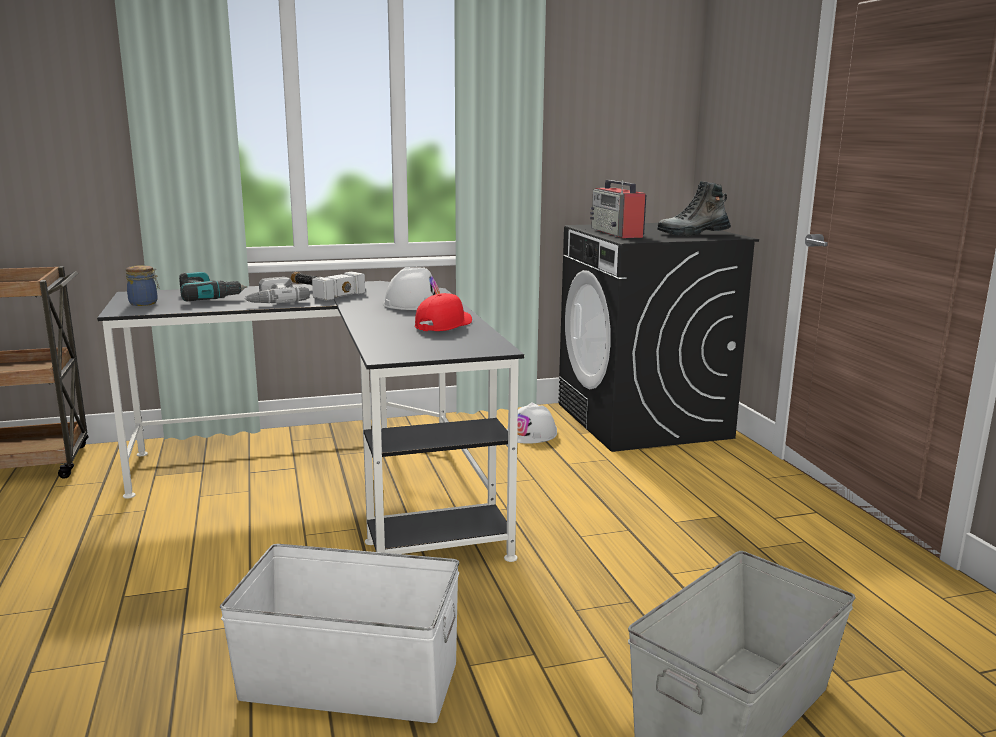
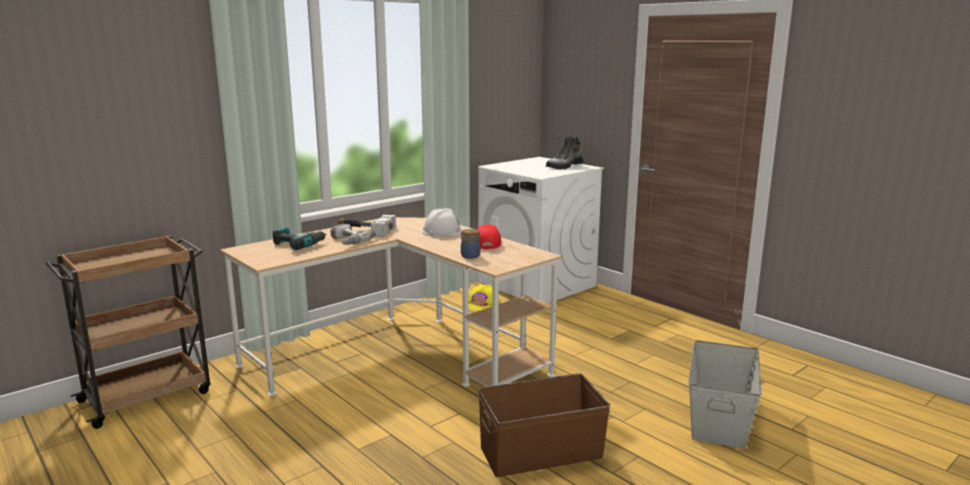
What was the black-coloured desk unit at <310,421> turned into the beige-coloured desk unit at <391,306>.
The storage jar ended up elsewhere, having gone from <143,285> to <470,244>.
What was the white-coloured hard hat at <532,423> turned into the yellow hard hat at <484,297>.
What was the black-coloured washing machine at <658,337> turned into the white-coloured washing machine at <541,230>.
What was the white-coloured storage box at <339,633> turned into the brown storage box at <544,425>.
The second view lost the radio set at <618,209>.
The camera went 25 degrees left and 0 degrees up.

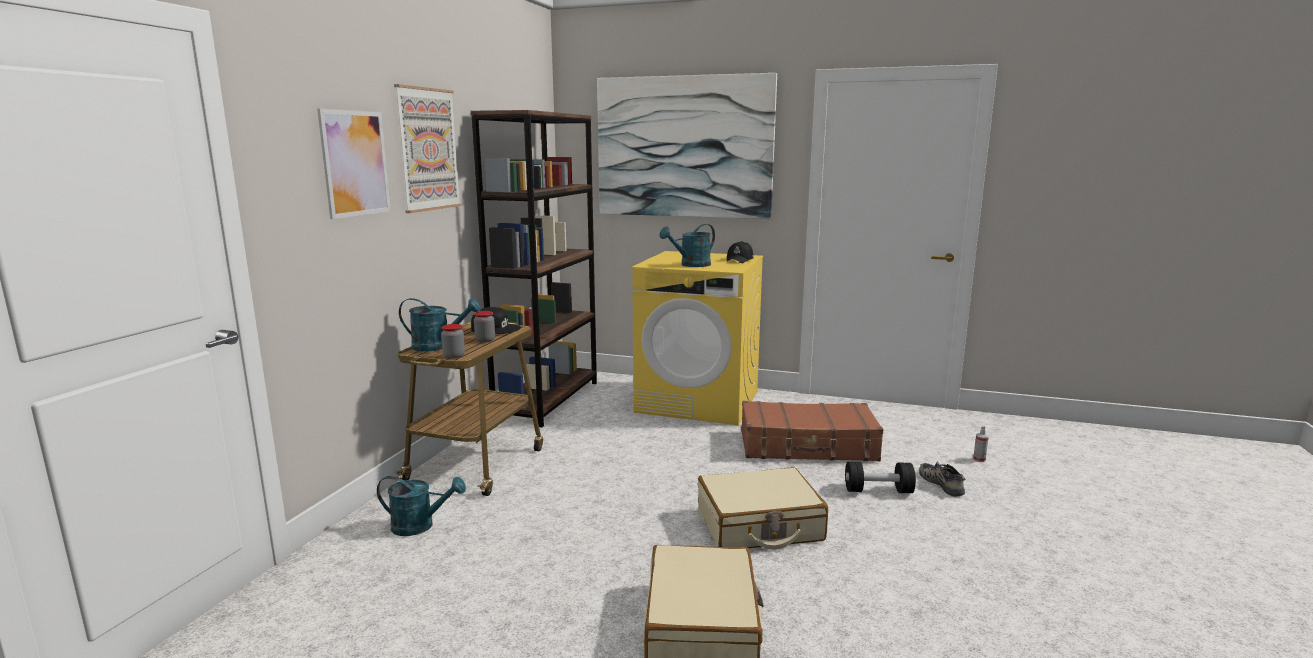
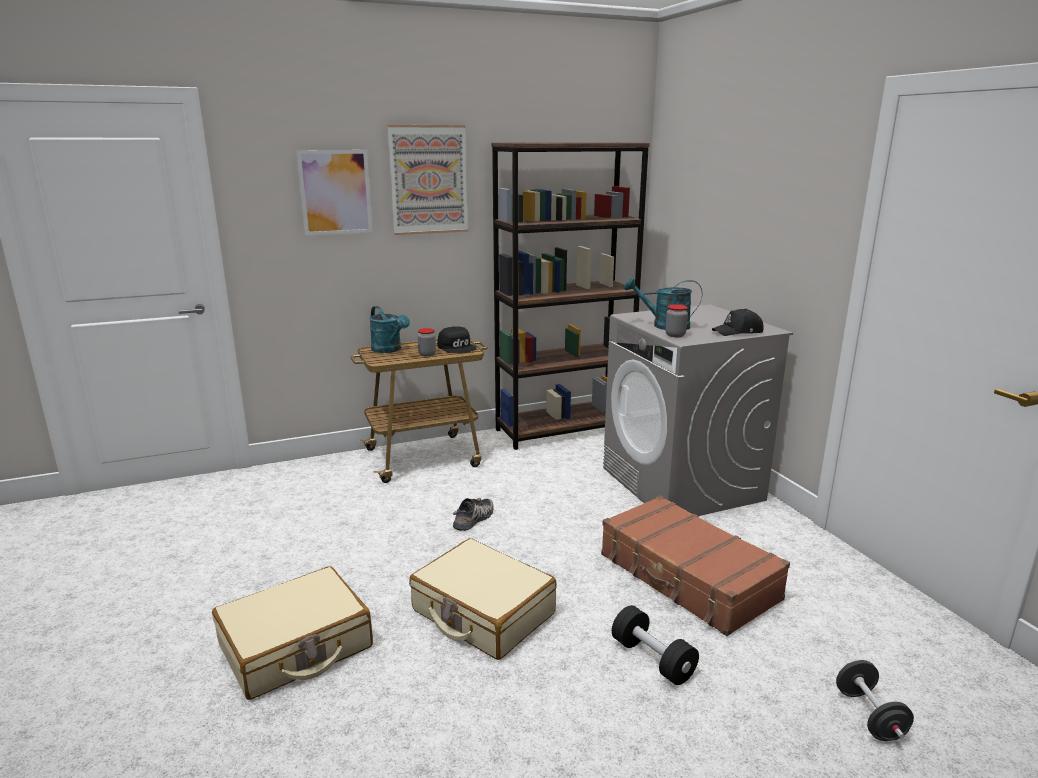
The shoe ended up elsewhere, having gone from <942,479> to <473,514>.
What was the yellow washing machine at <697,338> turned into the gray washing machine at <698,410>.
The storage jar ended up elsewhere, having gone from <453,341> to <676,320>.
Where the spray bottle stood at <981,443>, the black-coloured hand weight came to stand at <875,700>.
The second view lost the turquoise watering can at <421,506>.
The second view lost the wall art at <687,146>.
The camera went 50 degrees right and 5 degrees up.

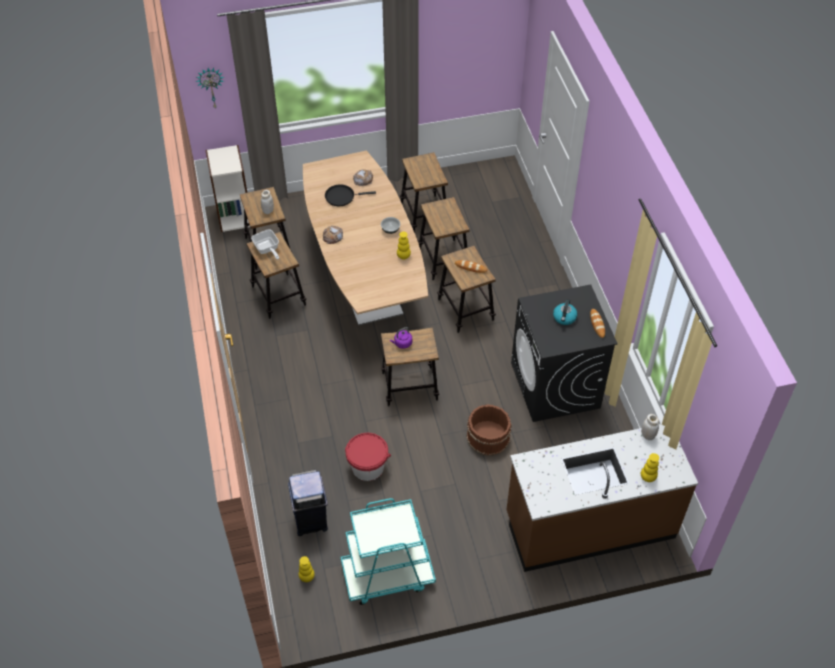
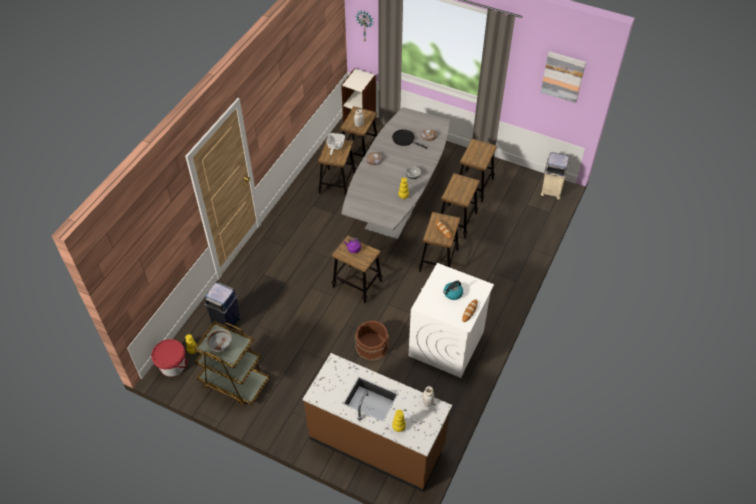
The red water bucket ended up elsewhere, having gone from <368,457> to <169,358>.
What was the turquoise trolley at <388,551> turned into the brown trolley at <232,363>.
The second view gained the gray deep dish at <219,340>.
What was the brown dining table at <365,238> turned into the gray dining table at <395,173>.
What was the black-coloured washing machine at <564,353> turned into the white-coloured washing machine at <451,320>.
The second view gained the wall art at <563,77>.
The second view gained the beige-coloured waste bin at <555,175>.
The camera went 40 degrees right and 0 degrees up.

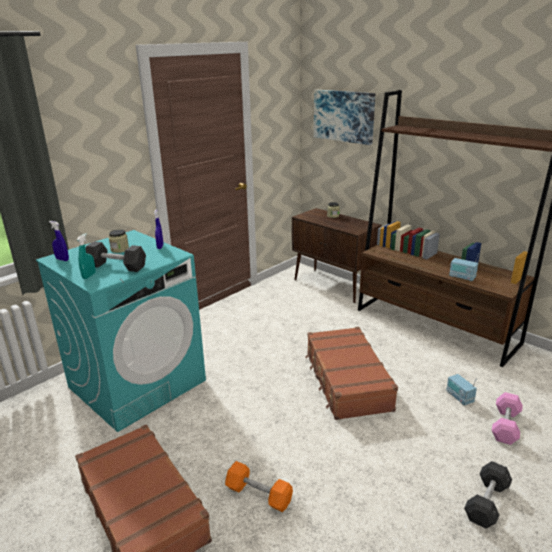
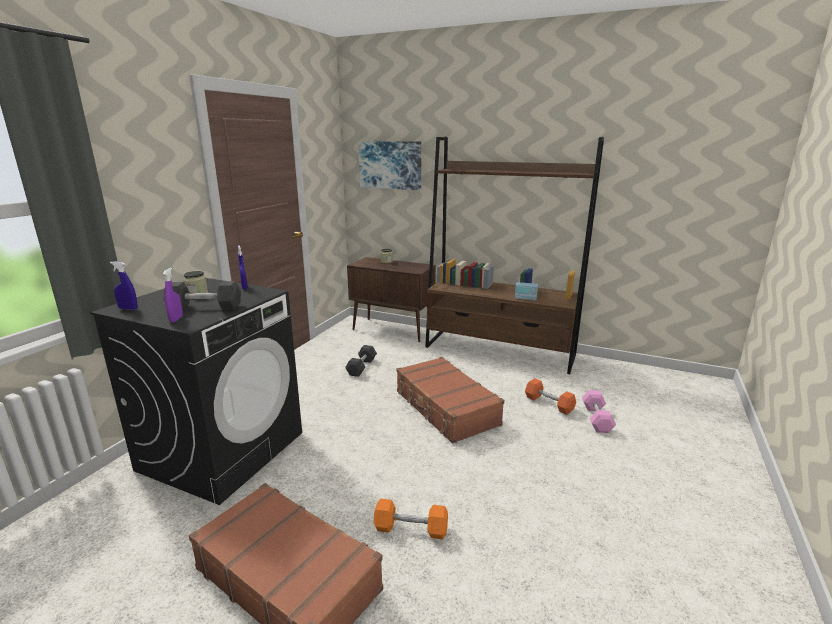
What was the turquoise washing machine at <121,331> turned into the black-coloured washing machine at <196,391>.
What was the turquoise spray bottle at <86,256> turned into the purple spray bottle at <173,295>.
The gray hand weight ended up elsewhere, having gone from <488,495> to <361,361>.
Where the radio set stood at <461,390>, the orange hand weight came to stand at <550,396>.
The camera went 20 degrees left and 5 degrees down.

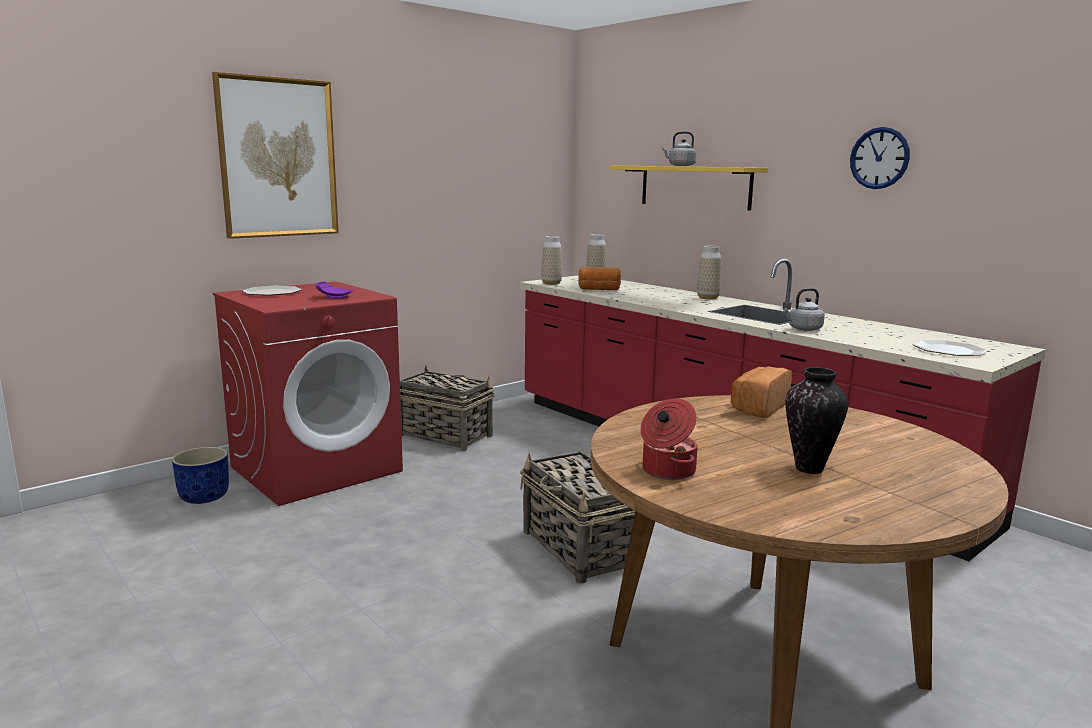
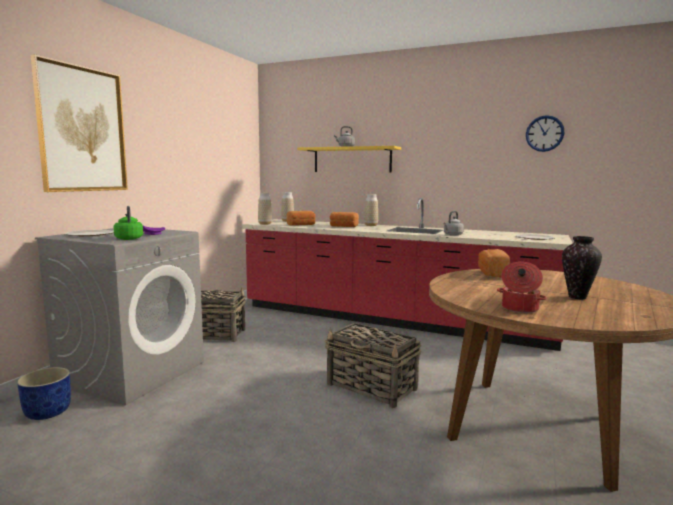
What was the red washing machine at <308,393> turned into the gray washing machine at <119,317>.
The second view gained the green tea kettle at <128,223>.
The second view gained the baked bread at <344,219>.
The hanging clock ended up elsewhere, having gone from <880,158> to <545,133>.
The camera went 25 degrees left and 5 degrees down.

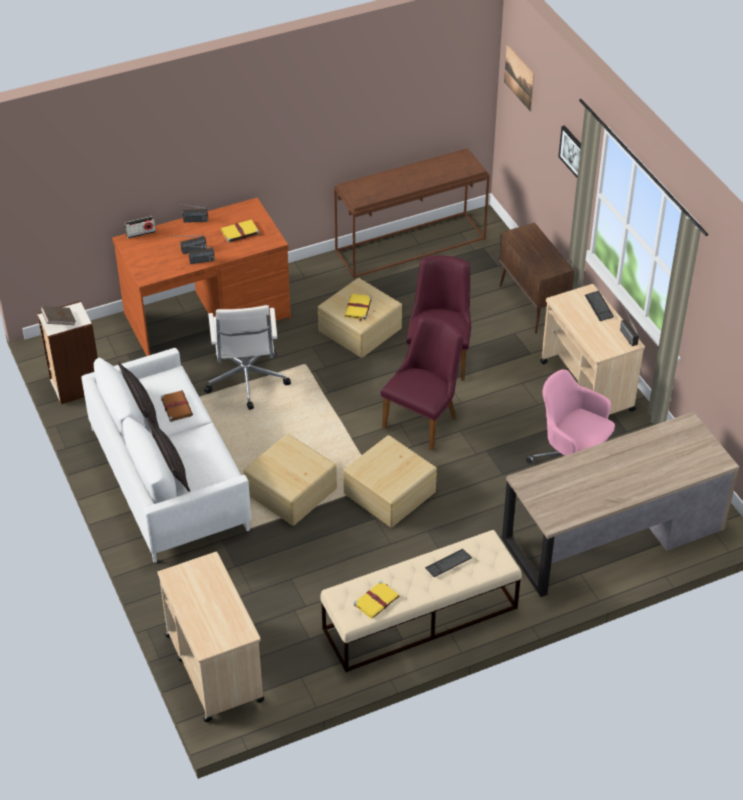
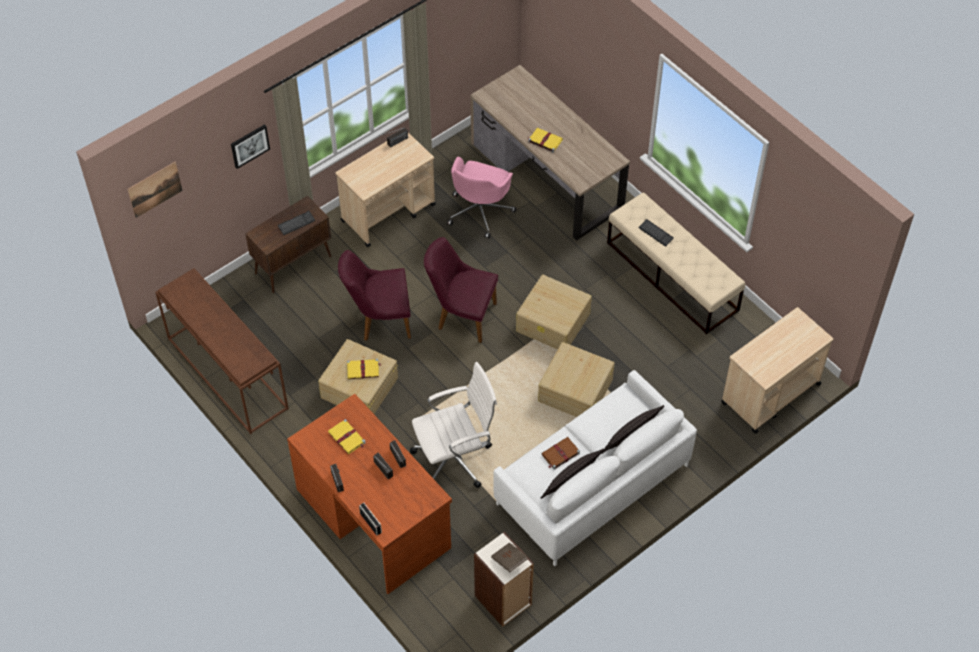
The PC keyboard ended up elsewhere, having gone from <599,306> to <297,223>.
The yellow bound book ended up elsewhere, having gone from <376,600> to <545,140>.
The camera went 105 degrees left and 10 degrees up.

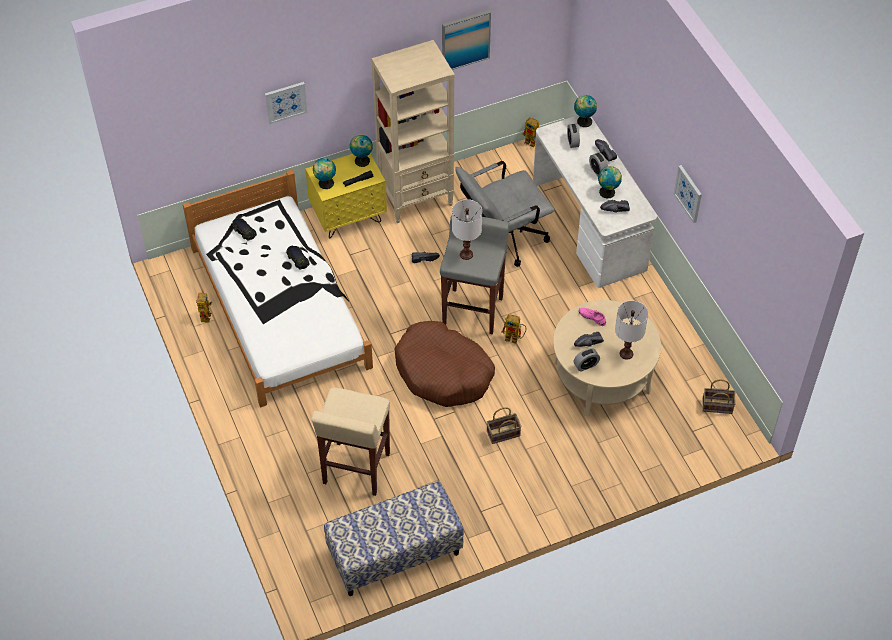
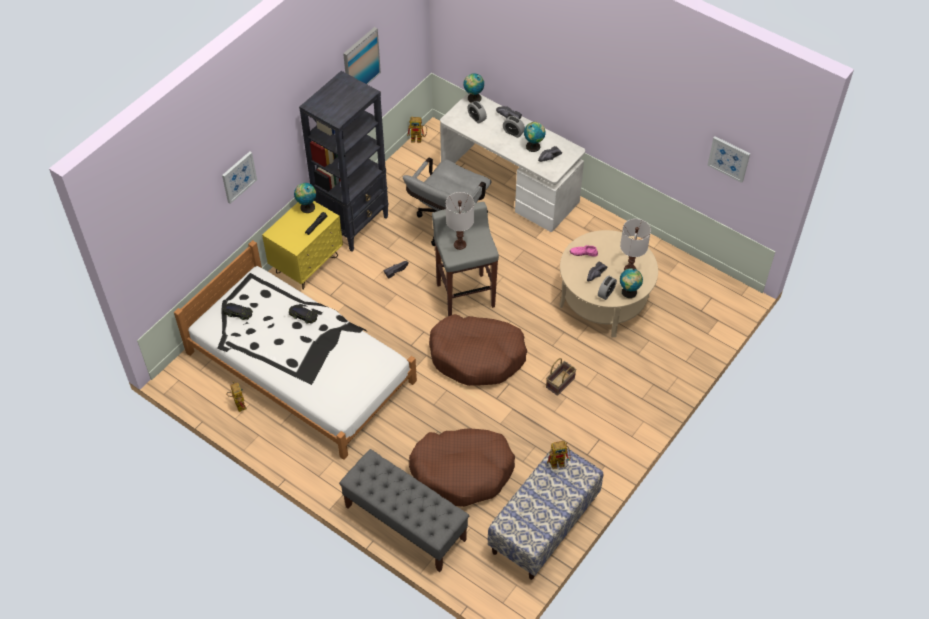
What was the beige-coloured bookcase at <413,131> turned into the black-coloured bookcase at <344,161>.
The second view gained the gray indoor bench at <404,510>.
Where the beige-coloured stool stood at <350,441>, the brown dog cushion came to stand at <462,467>.
The robot figure ended up elsewhere, having gone from <513,329> to <559,455>.
The globe ended up elsewhere, having gone from <324,173> to <631,283>.
The wall art ended up elsewhere, having gone from <688,194> to <728,159>.
The second view lost the basket at <719,396>.
The camera went 30 degrees left and 0 degrees up.

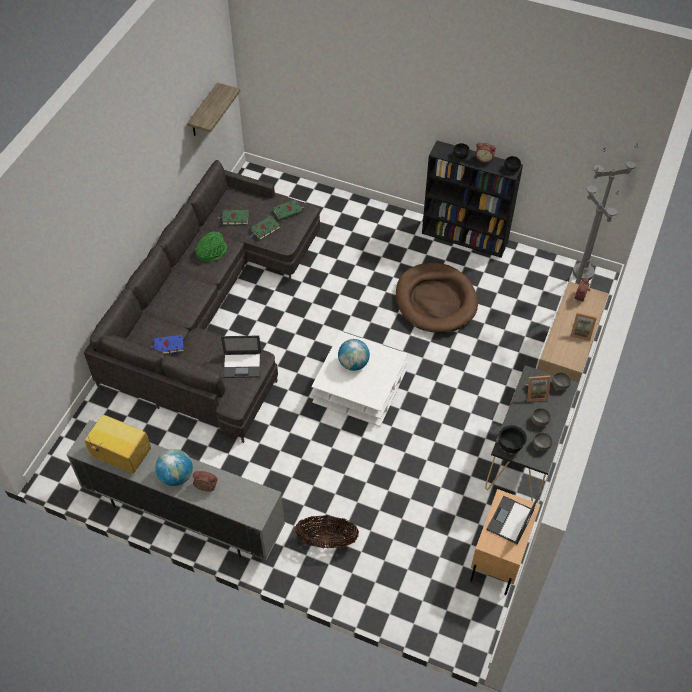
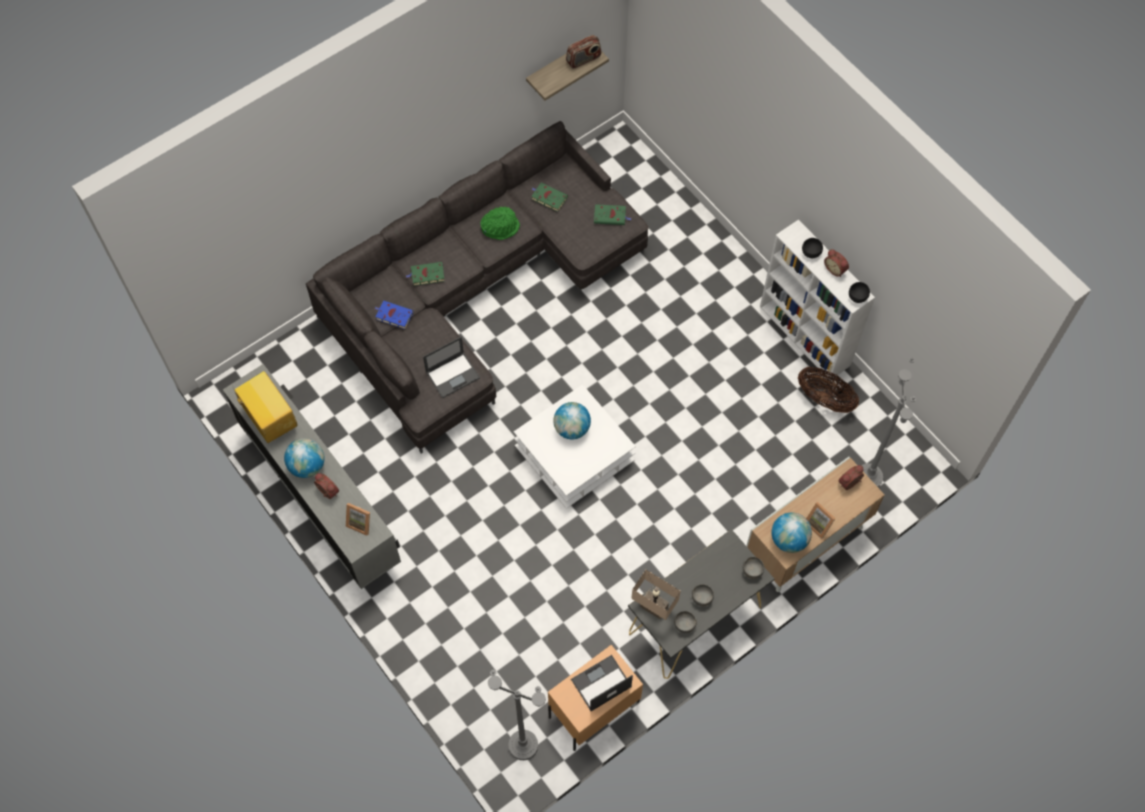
The picture frame ended up elsewhere, having gone from <538,388> to <358,519>.
The green bound book ended up elsewhere, having gone from <265,228> to <425,274>.
The notebook computer at <241,356> ended up facing another way, 60 degrees counterclockwise from before.
The gray standing lamp ended up elsewhere, having gone from <606,211> to <517,715>.
The second view gained the radio set at <583,52>.
Where the black-coloured deep dish stood at <512,439>, the beige-coloured tabletop lamp came to stand at <656,595>.
What was the black-coloured bookcase at <472,199> turned into the white-coloured bookcase at <817,299>.
The second view gained the globe at <792,533>.
The basket ended up elsewhere, having gone from <327,532> to <828,390>.
The second view lost the brown dog cushion at <437,298>.
The camera went 30 degrees right and 10 degrees up.

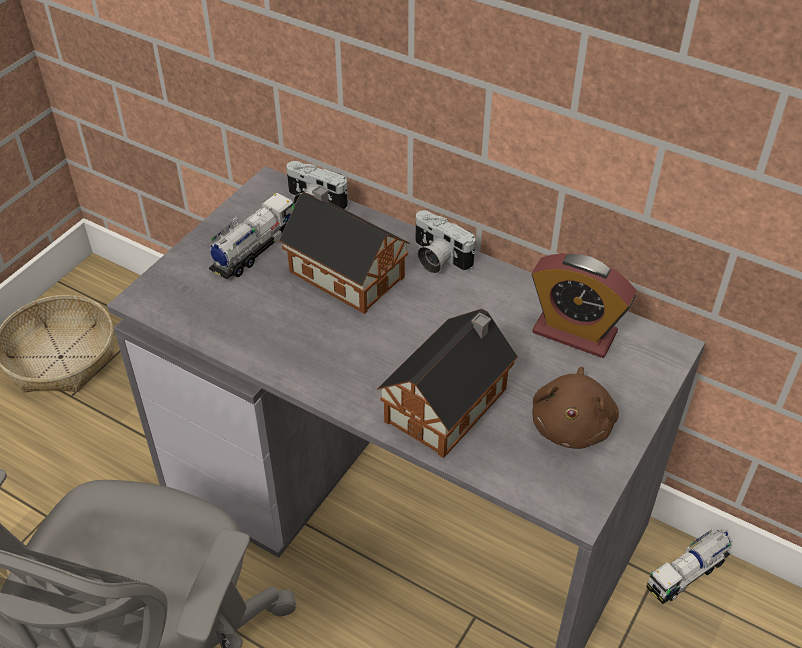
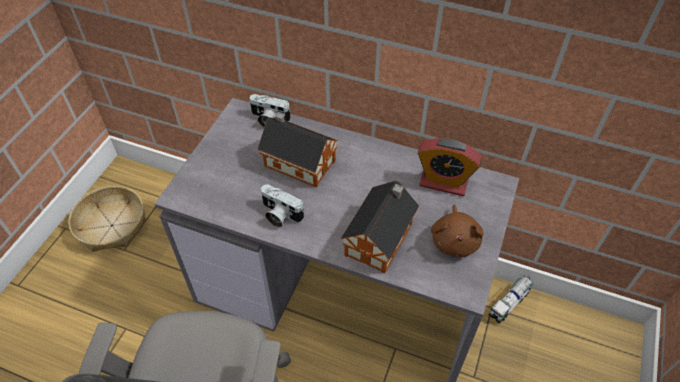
The photo camera ended up elsewhere, having gone from <445,242> to <282,205>.
The second view lost the model truck at <252,236>.
The camera went 10 degrees left and 5 degrees up.

